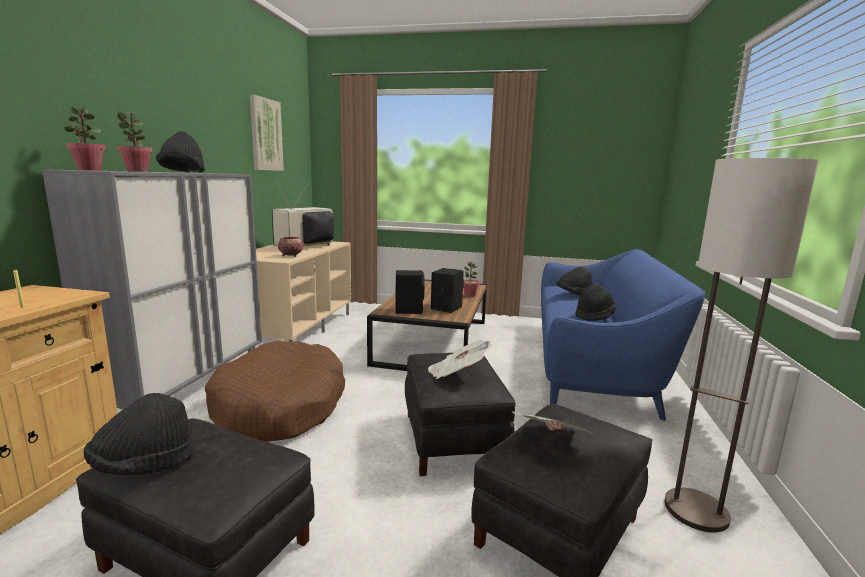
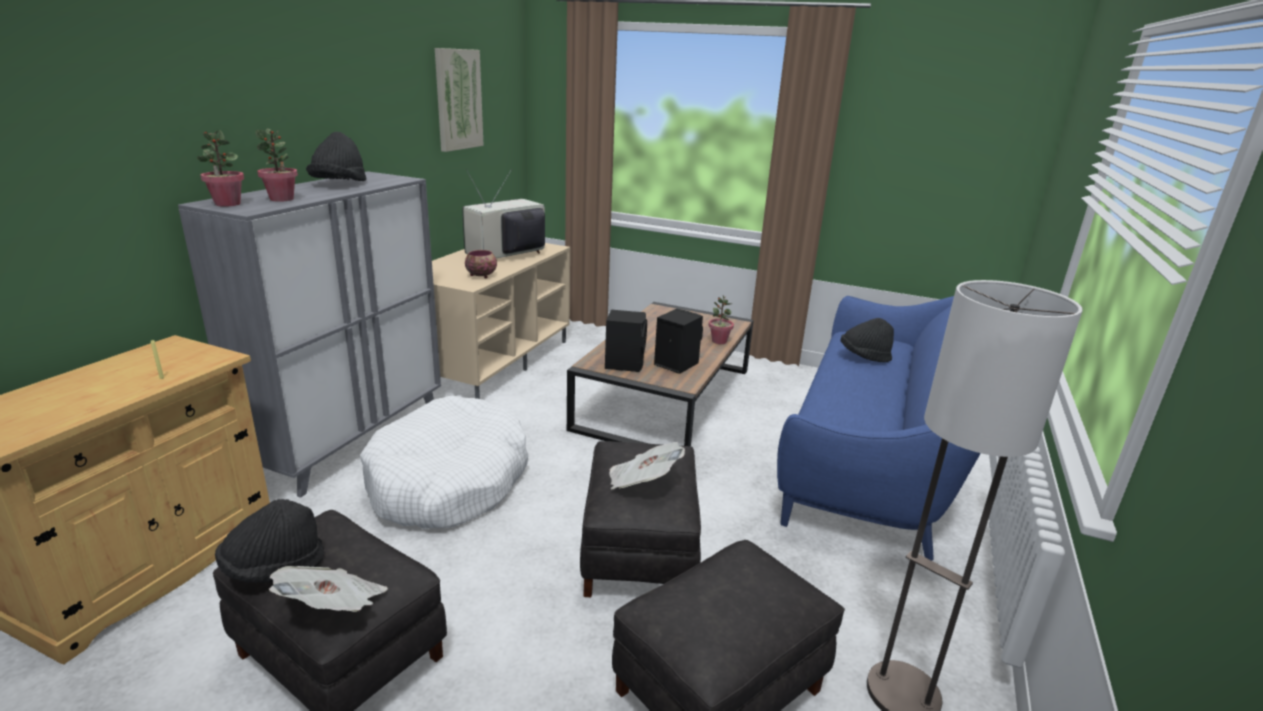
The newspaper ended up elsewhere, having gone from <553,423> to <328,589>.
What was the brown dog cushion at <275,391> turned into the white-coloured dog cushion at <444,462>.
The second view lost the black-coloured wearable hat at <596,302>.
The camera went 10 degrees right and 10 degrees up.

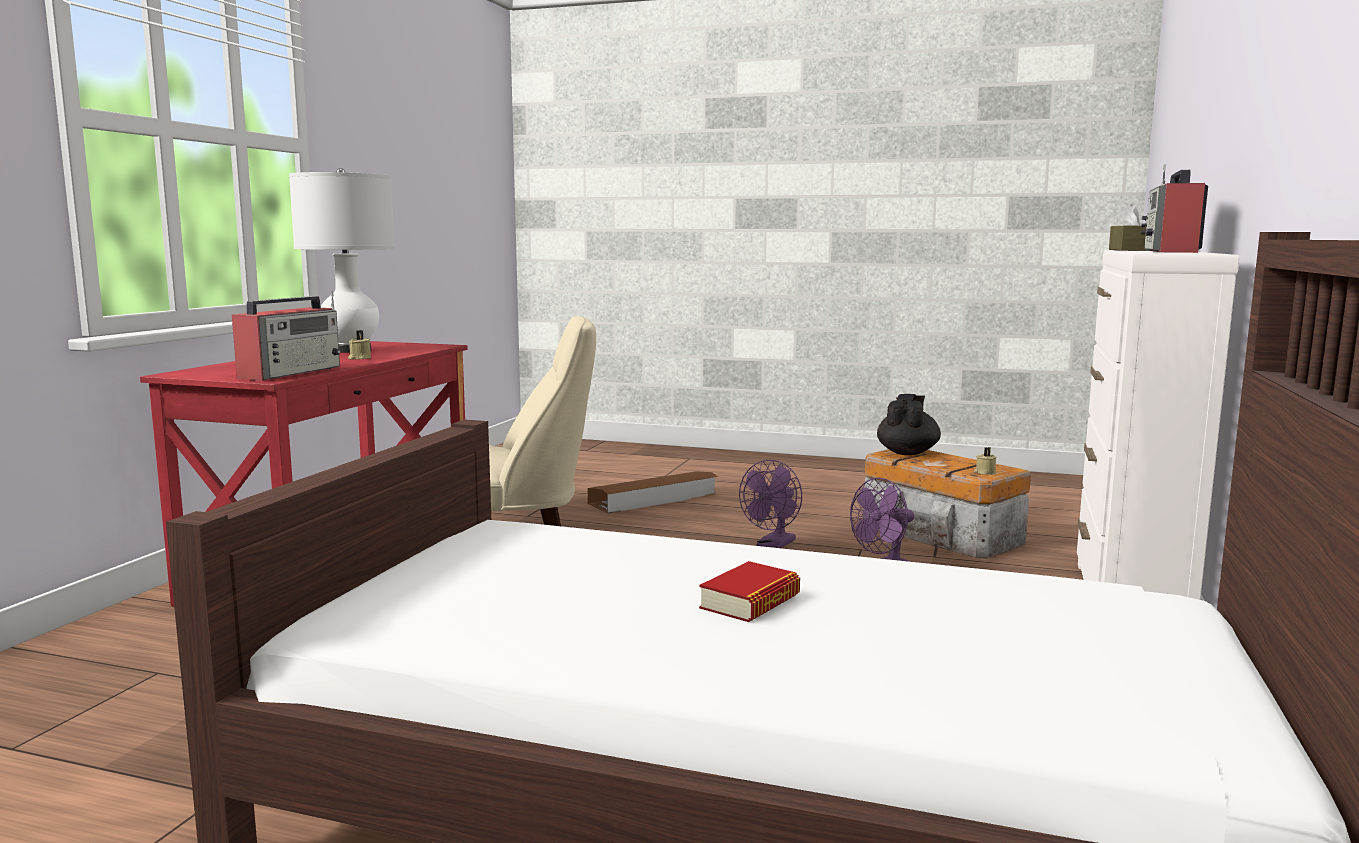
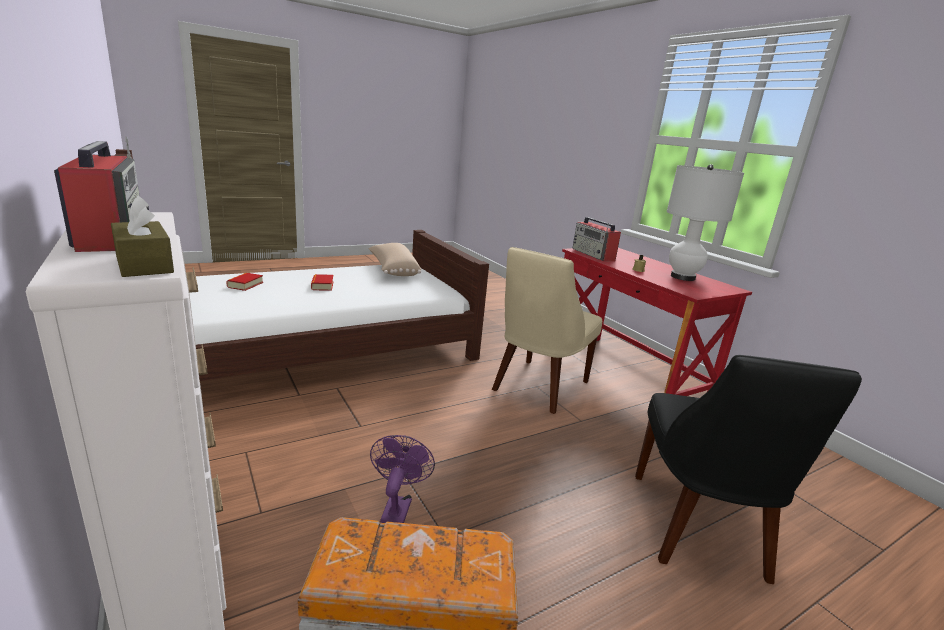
The second view gained the bound book at <244,282>.
The second view gained the beige-coloured throw pillow at <394,259>.
Where the brown storage box stood at <653,492>, the black-coloured plain chair came to stand at <748,469>.
The second view lost the purple cooling fan at <770,504>.
The second view lost the black-coloured teapot at <909,424>.
The second view lost the beige-coloured wax light at <985,461>.
The camera went 130 degrees right and 10 degrees up.

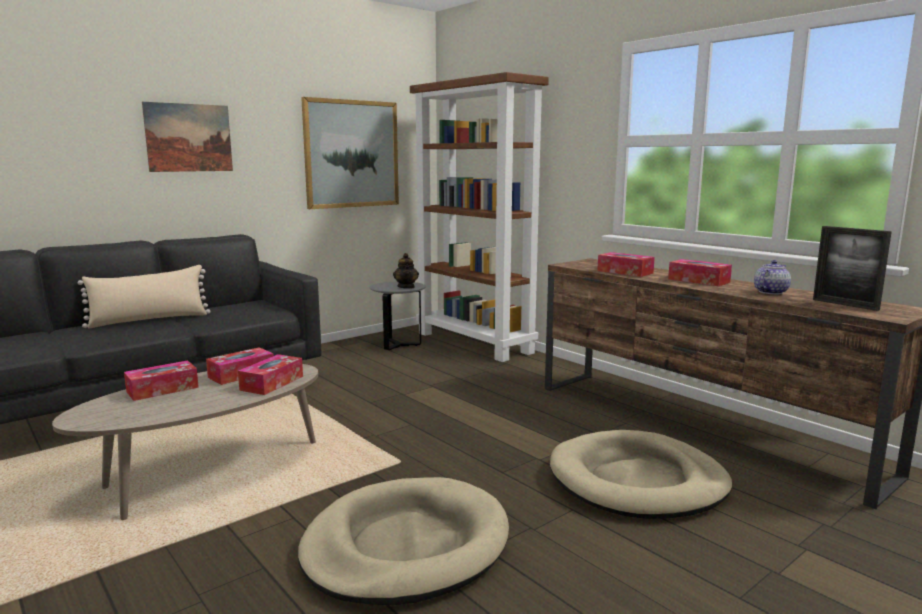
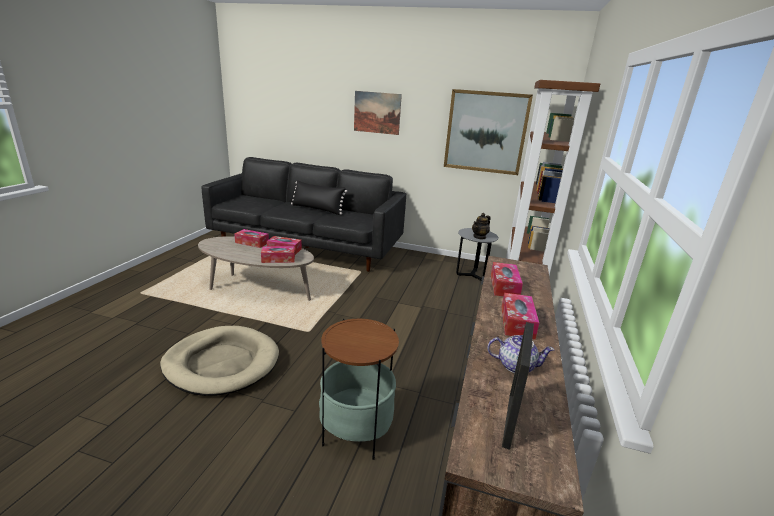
What was the beige-coloured throw pillow at <144,296> turned into the black-coloured throw pillow at <319,197>.
Where the beige-coloured dog cushion stood at <641,474>, the accent table came to stand at <359,389>.
The camera went 55 degrees right and 10 degrees up.

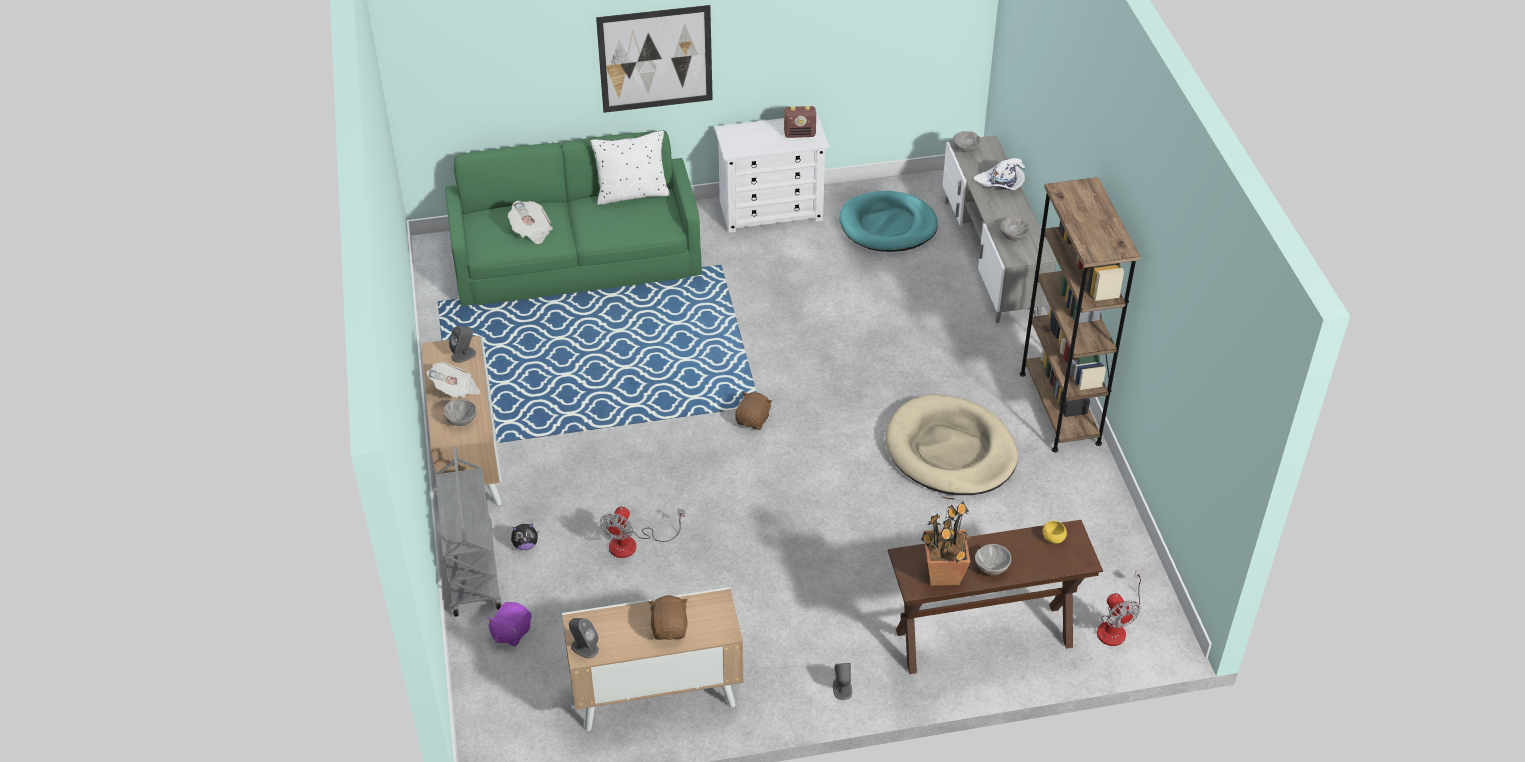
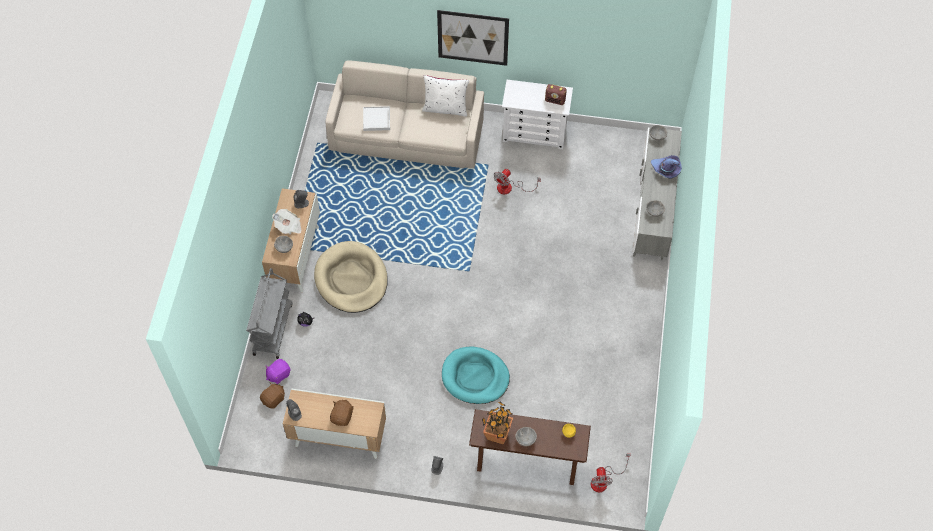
The brown cuddly toy ended up elsewhere, having gone from <754,411> to <272,395>.
The beige-coloured dog cushion ended up elsewhere, having gone from <951,444> to <351,277>.
What was the green sofa at <573,218> turned into the beige-coloured sofa at <404,114>.
Where the newspaper stood at <530,222>, the white-coloured serving tray came to stand at <376,118>.
The turquoise dog cushion ended up elsewhere, having gone from <888,221> to <476,375>.
The cooling fan ended up elsewhere, having gone from <642,532> to <517,181>.
What was the white-coloured wearable hat at <999,174> turned into the purple wearable hat at <666,167>.
The second view lost the brown bookcase at <1080,314>.
The camera went 20 degrees right and 15 degrees up.

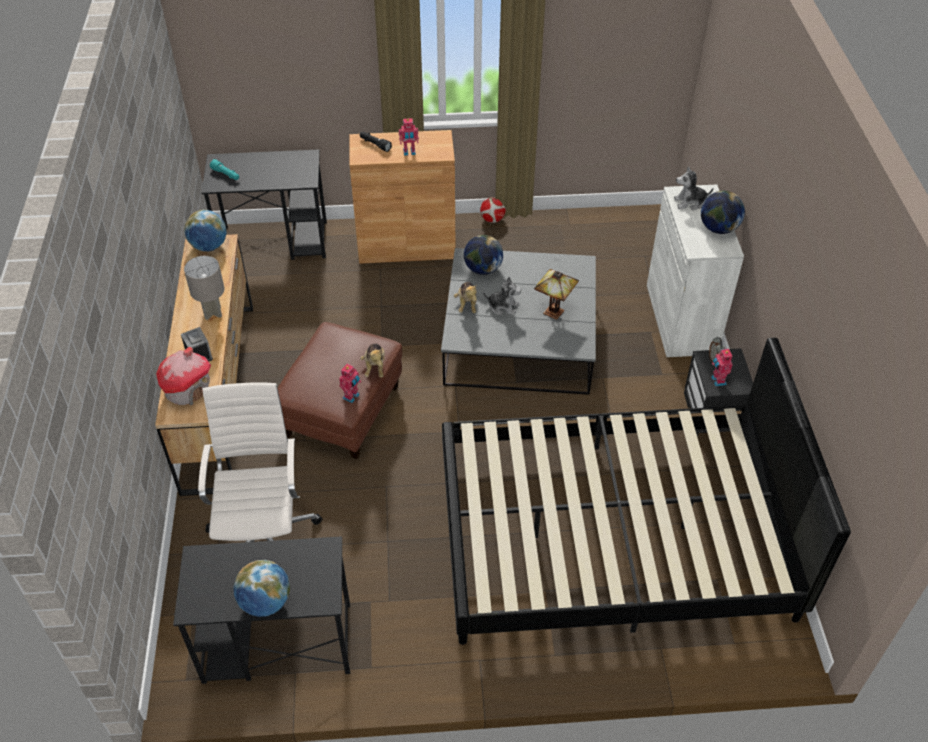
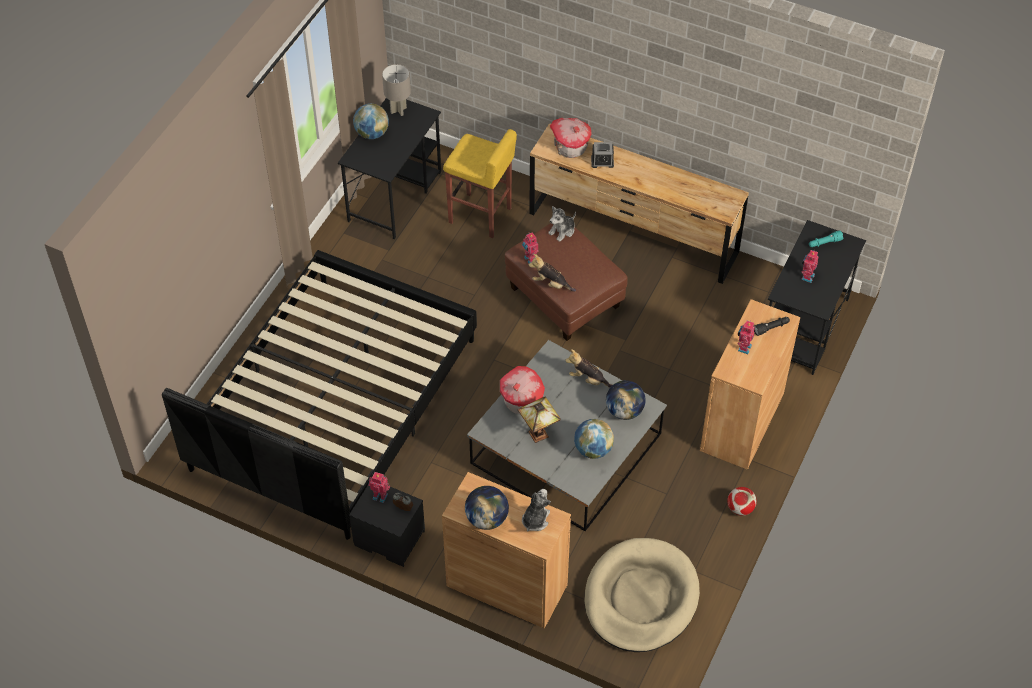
The gray tabletop lamp ended up elsewhere, having gone from <204,288> to <396,90>.
What was the white-coloured storage cabinet at <695,270> turned into the brown storage cabinet at <506,550>.
Where the white-coloured computer chair stood at <260,462>, the yellow stool came to stand at <480,183>.
The second view gained the model house at <522,390>.
The cuddly toy ended up elsewhere, having gone from <502,296> to <562,224>.
The globe ended up elsewhere, having gone from <205,231> to <594,439>.
The second view gained the beige-coloured dog cushion at <642,595>.
The second view gained the robot figure at <810,266>.
The camera went 120 degrees right and 5 degrees up.

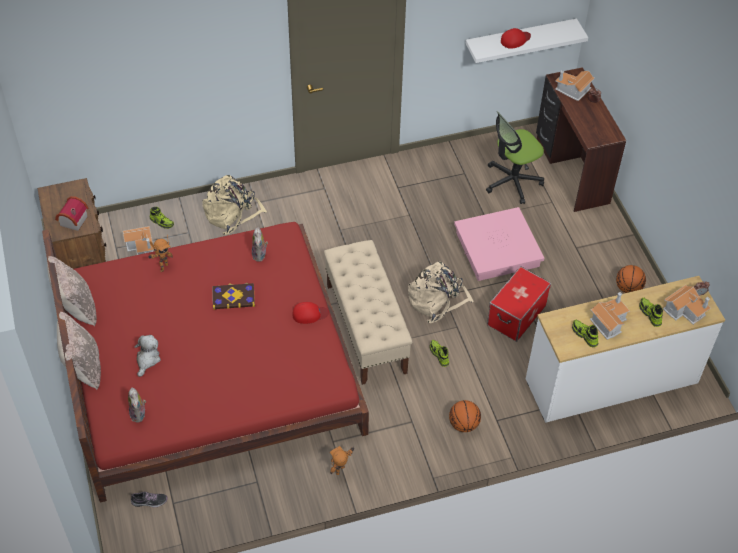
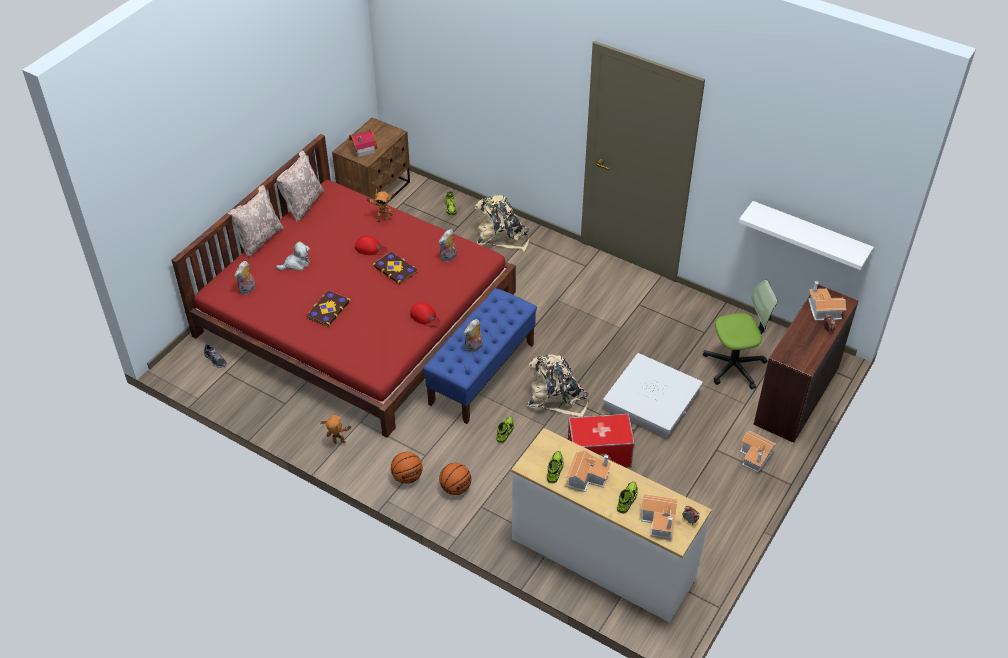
The second view gained the bound book at <329,309>.
The red baseball cap ended up elsewhere, having gone from <516,38> to <371,245>.
The basketball ended up elsewhere, having gone from <631,279> to <407,468>.
What was the beige-coloured indoor bench at <368,312> turned into the bluish indoor bench at <480,356>.
The second view gained the cuddly toy at <473,336>.
What was the pinkish storage box at <499,244> turned into the white-coloured storage box at <653,395>.
The computer chair at <515,157> ended up facing another way, 150 degrees clockwise from before.
The model house ended up elsewhere, having gone from <138,240> to <757,451>.
The camera went 50 degrees right and 5 degrees down.

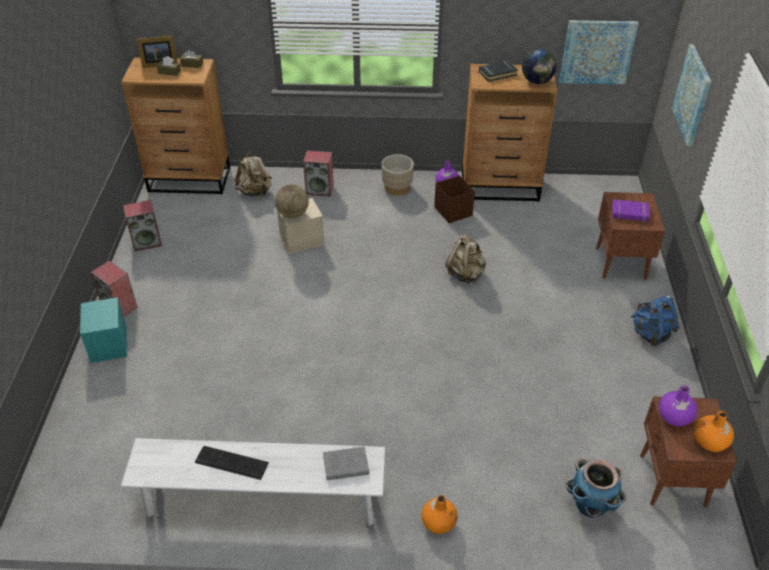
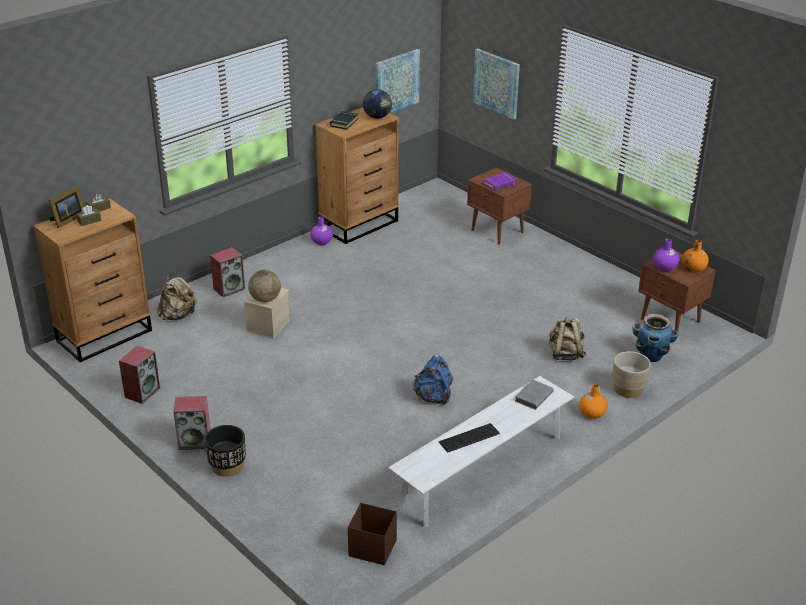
Where the turquoise storage box stood at <103,330>, the black-coloured plant pot came to stand at <225,451>.
The brown storage box ended up elsewhere, having gone from <454,199> to <372,534>.
The bluish rucksack ended up elsewhere, having gone from <655,320> to <433,380>.
The beige-coloured rucksack ended up elsewhere, having gone from <465,259> to <567,338>.
The beige-coloured plant pot ended up elsewhere, having gone from <398,175> to <631,374>.
The camera went 45 degrees left and 10 degrees down.

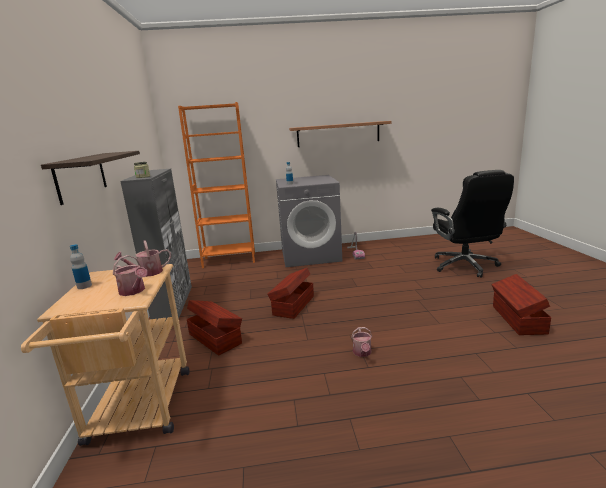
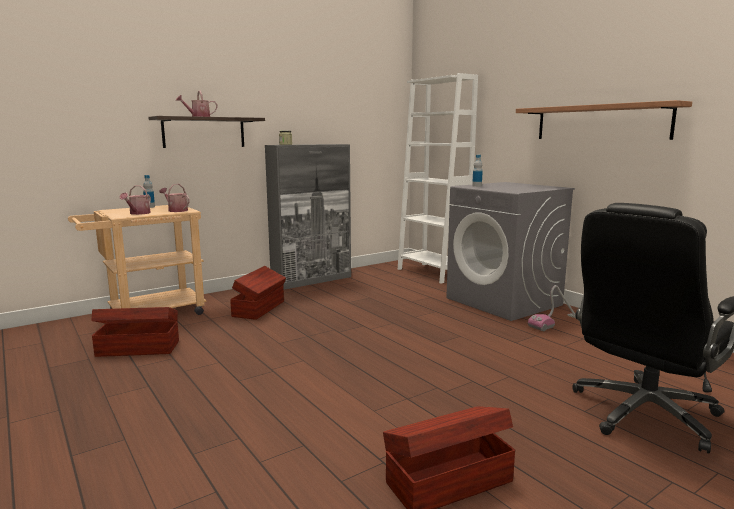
The brown storage box ended up elsewhere, having gone from <290,293> to <135,332>.
The watering can ended up elsewhere, having gone from <361,342> to <196,104>.
What was the orange bookcase at <216,185> turned into the white-coloured bookcase at <438,178>.
The camera went 60 degrees right and 5 degrees down.

